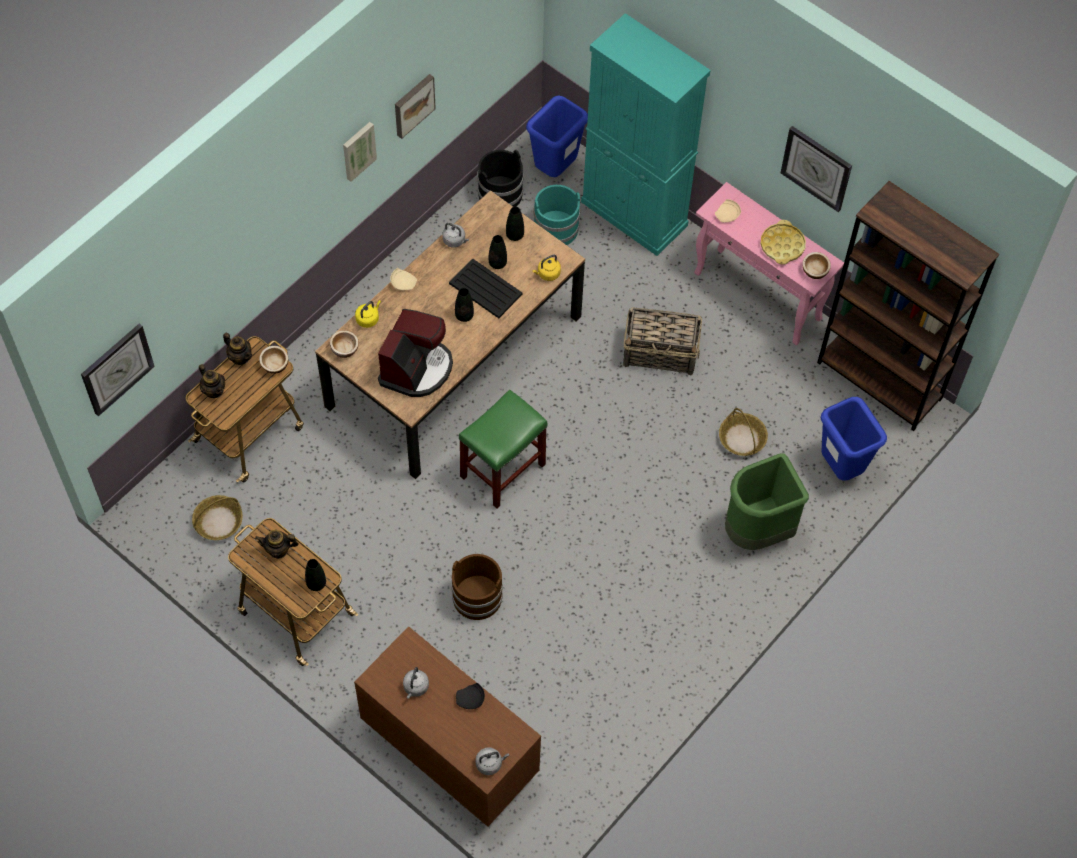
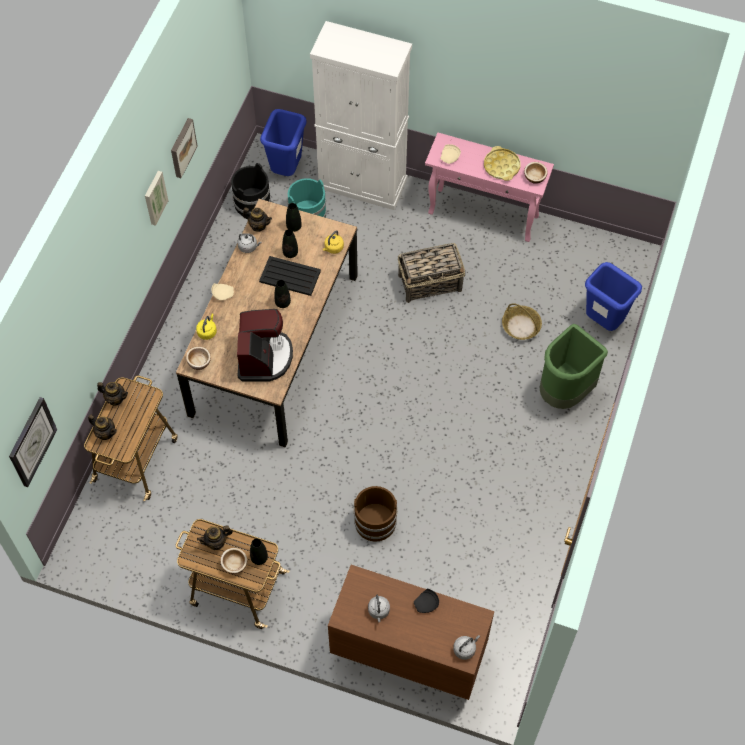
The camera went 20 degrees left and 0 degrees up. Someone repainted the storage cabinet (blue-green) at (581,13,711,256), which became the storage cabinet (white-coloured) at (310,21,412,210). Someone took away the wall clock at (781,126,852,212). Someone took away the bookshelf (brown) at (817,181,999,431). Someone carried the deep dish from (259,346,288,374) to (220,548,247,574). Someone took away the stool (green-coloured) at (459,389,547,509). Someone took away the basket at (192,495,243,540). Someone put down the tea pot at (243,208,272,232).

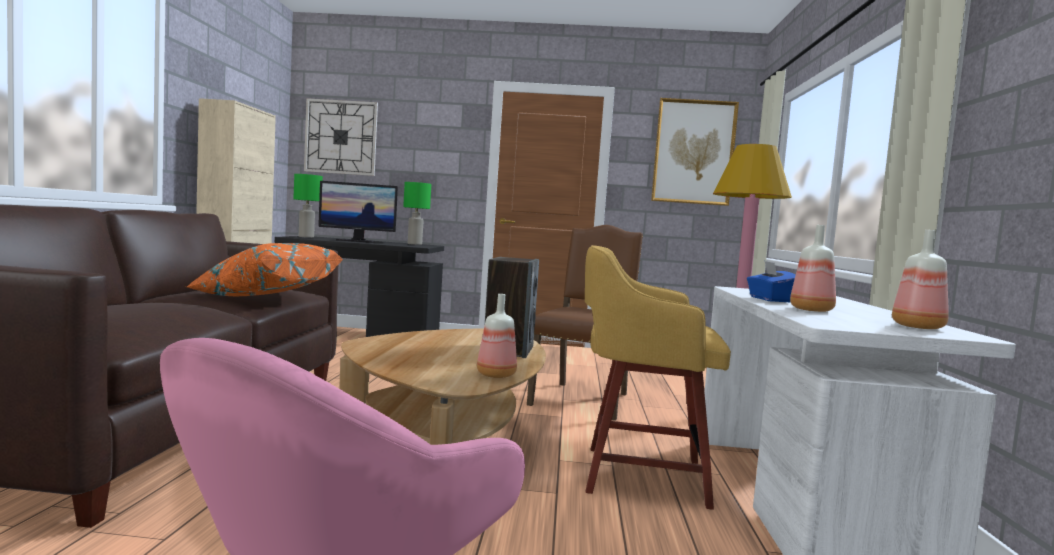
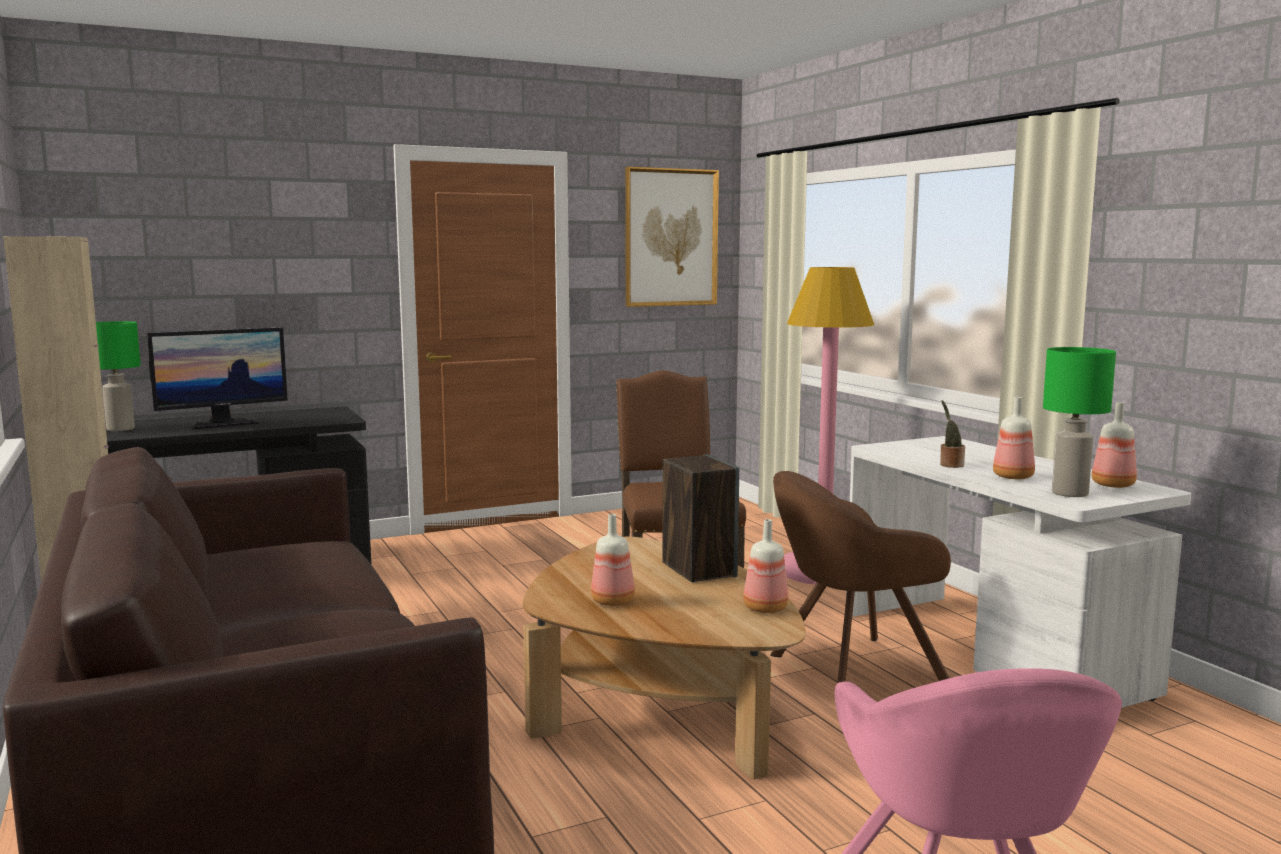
The camera went 30 degrees left and 5 degrees up. Someone took away the wall clock at (304,98,378,176). Someone carried the lamp for a table (green-coloured) from (403,182,431,245) to (1043,347,1116,497). Someone took away the cushion (orange-coloured) at (187,243,343,296). Someone swapped the stool (yellow-coloured) at (585,245,731,510) for the easy chair (brown) at (770,471,951,705). Someone swapped the box of tissues (blue) at (747,261,796,302) for the plant in a pot at (940,400,965,468). Someone put down the beverage bottle at (591,514,635,606).

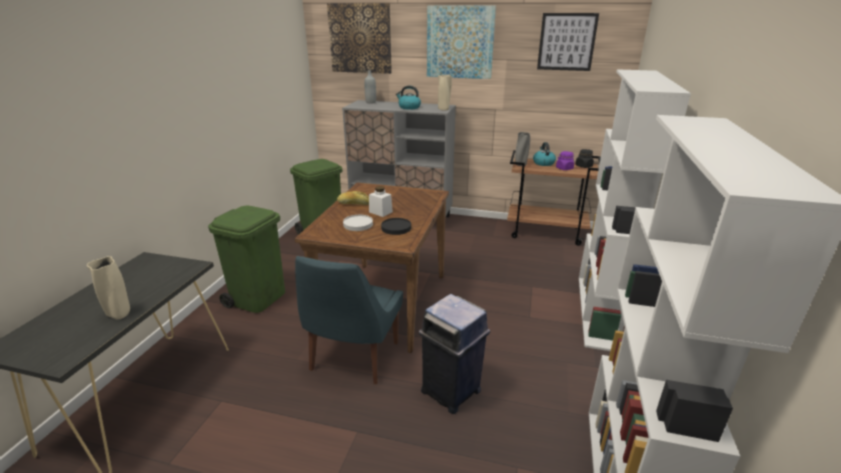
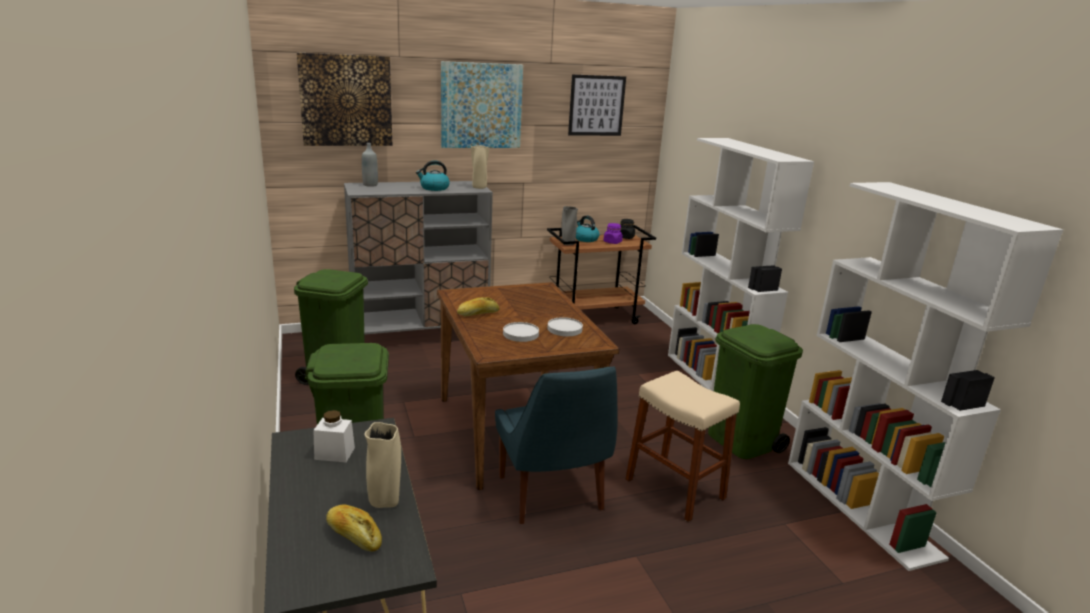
The camera went 35 degrees left and 5 degrees down. Someone carried the storage jar (white-coloured) from (369,186,393,217) to (313,410,355,462). Someone repainted the flat dish (black-coloured) at (381,218,411,235), which became the flat dish (white-coloured) at (548,317,583,336). Someone swapped the waste bin (blue) at (419,294,490,414) for the stool (beige-coloured) at (626,371,740,522). Someone put down the waste bin (green-coloured) at (708,324,803,459). Someone put down the bakery bread at (326,504,382,552).

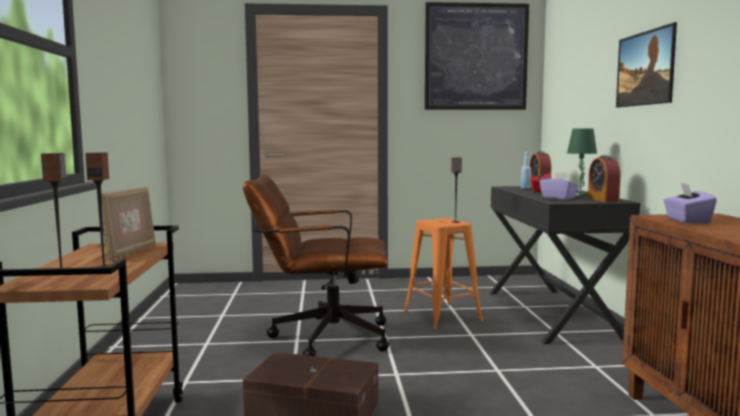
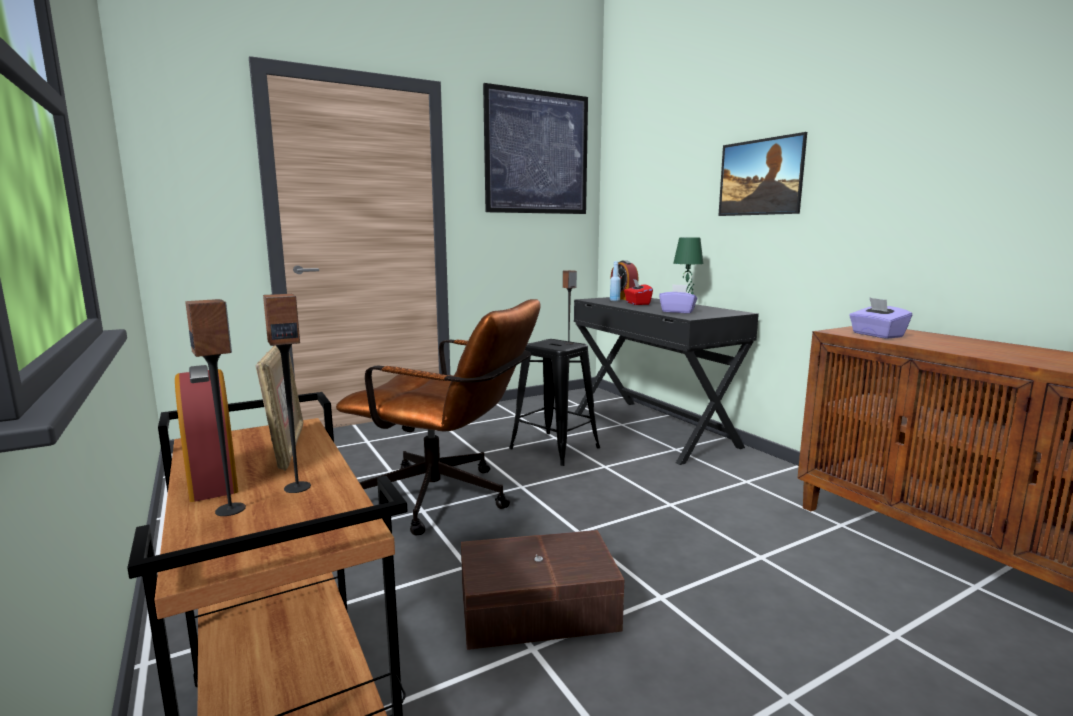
The camera went 25 degrees left and 5 degrees up. Someone carried the bedside clock from (588,155,621,202) to (175,365,238,502). Someone rotated the computer chair (brown) at (243,174,390,356) by 135 degrees counterclockwise. Someone repainted the stool (orange-coloured) at (404,218,483,329), which became the stool (black-coloured) at (509,339,600,466).

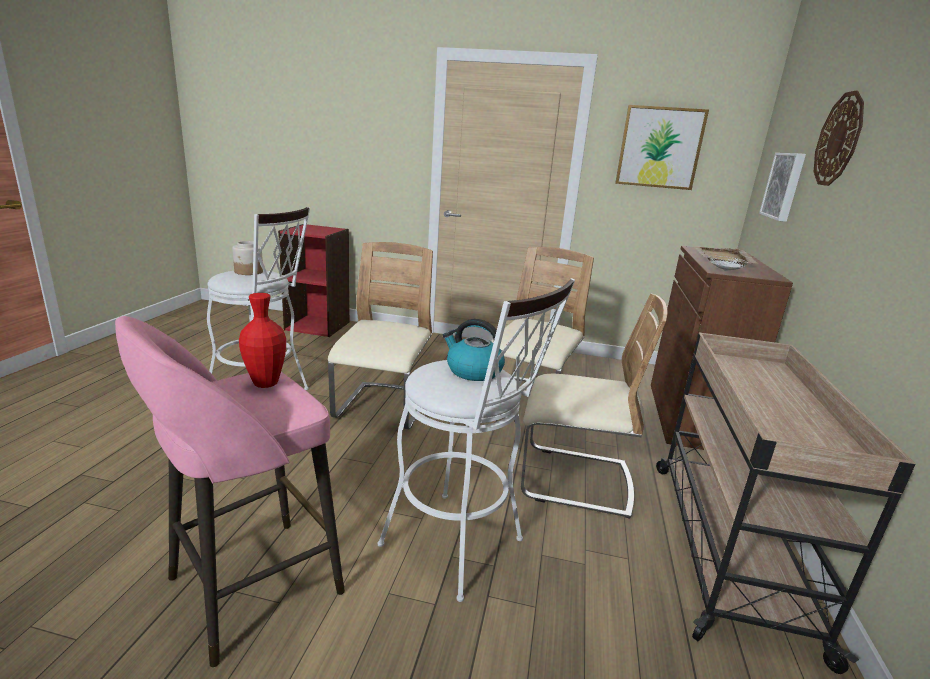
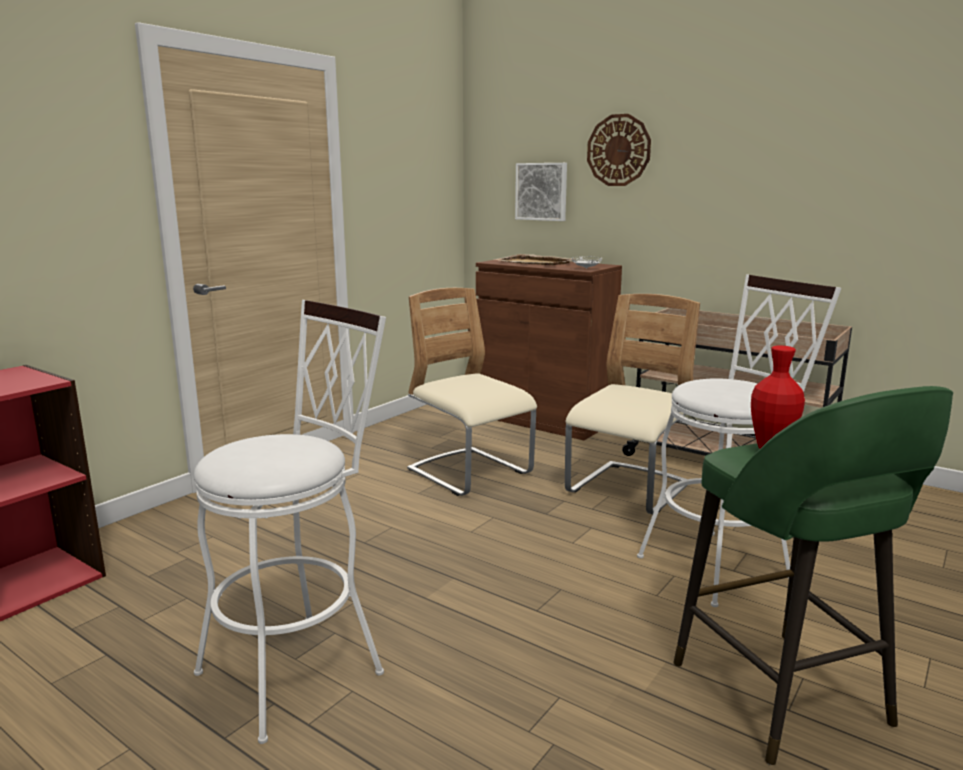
The camera went 65 degrees left and 5 degrees down. Someone took away the picture at (615,105,709,190). Someone took away the storage jar at (232,241,263,275). Someone took away the chair (beige-coloured) at (328,242,433,429). Someone repainted the stool (pinkish) at (115,316,345,667), which became the stool (green-coloured) at (674,386,953,765). Someone took away the tea kettle at (443,319,505,381).

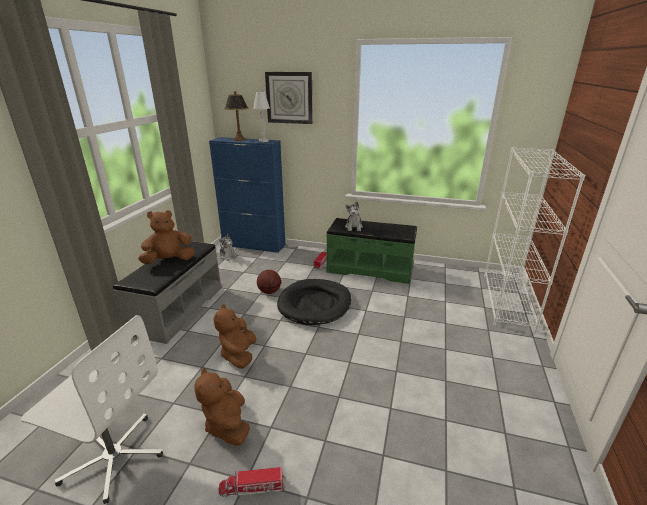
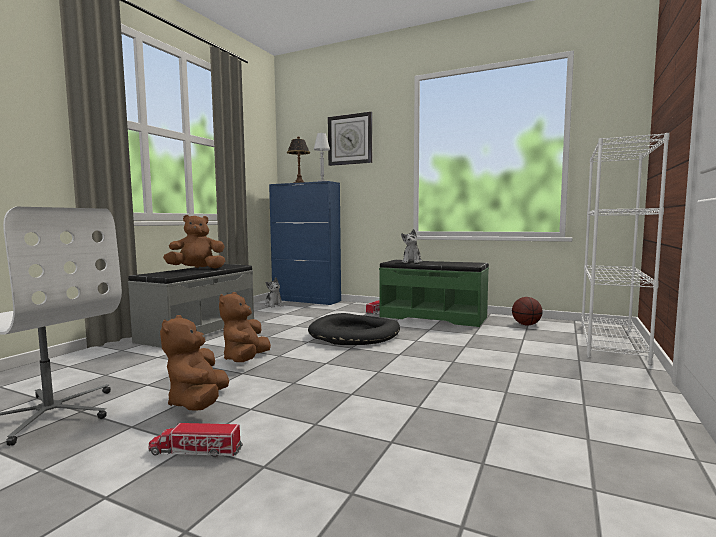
The camera went 10 degrees right and 20 degrees down. Someone carried the ball for basketball from (257,270,281,294) to (512,297,543,325).

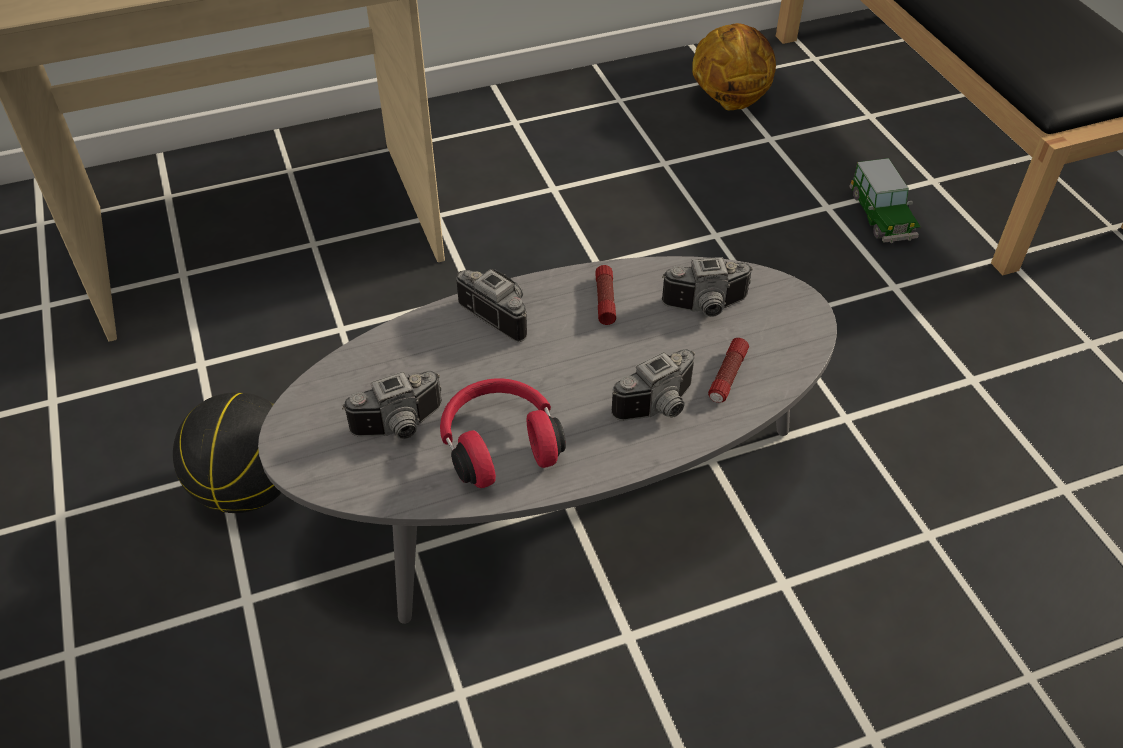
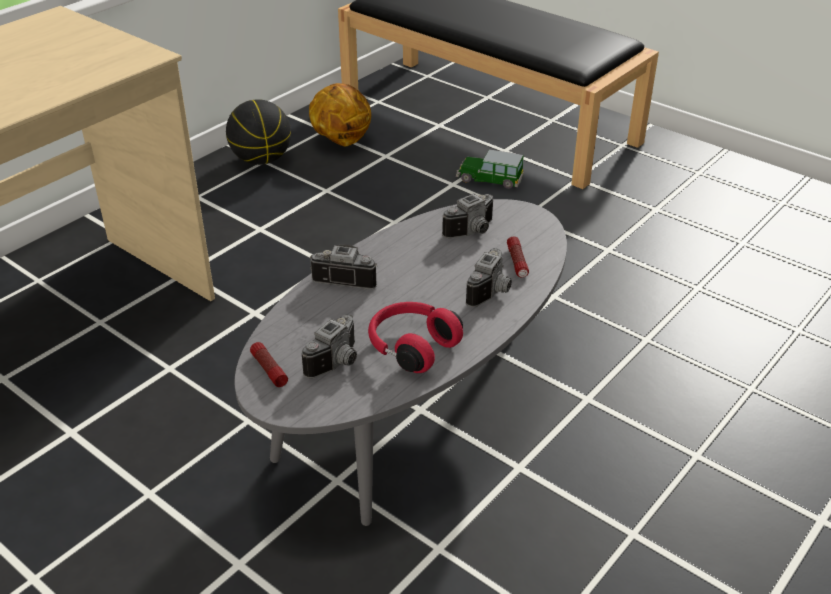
The camera went 30 degrees left and 10 degrees down. Someone rotated the toy car at (849,158,921,243) by 150 degrees clockwise. Someone carried the torch from (595,265,616,325) to (250,342,288,387). Someone carried the ball for basketball from (173,392,282,513) to (226,99,291,165).

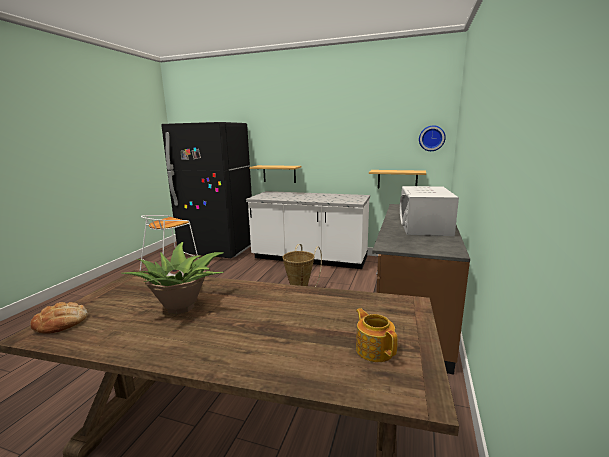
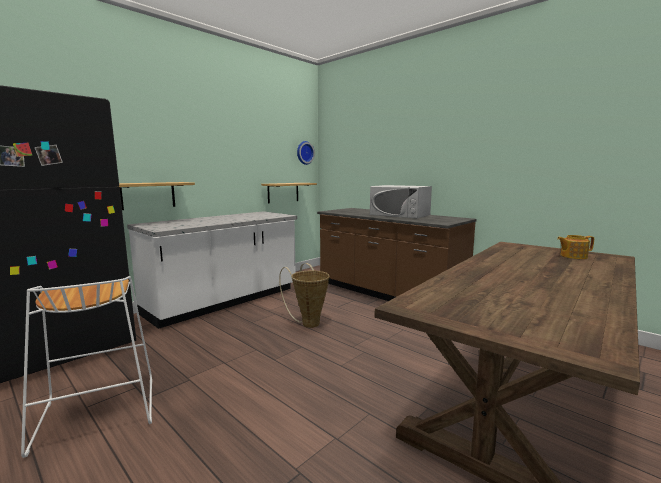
The camera went 65 degrees left and 5 degrees down. Someone took away the plant in a pot at (121,242,224,314). Someone took away the bakery bread at (30,302,88,334).

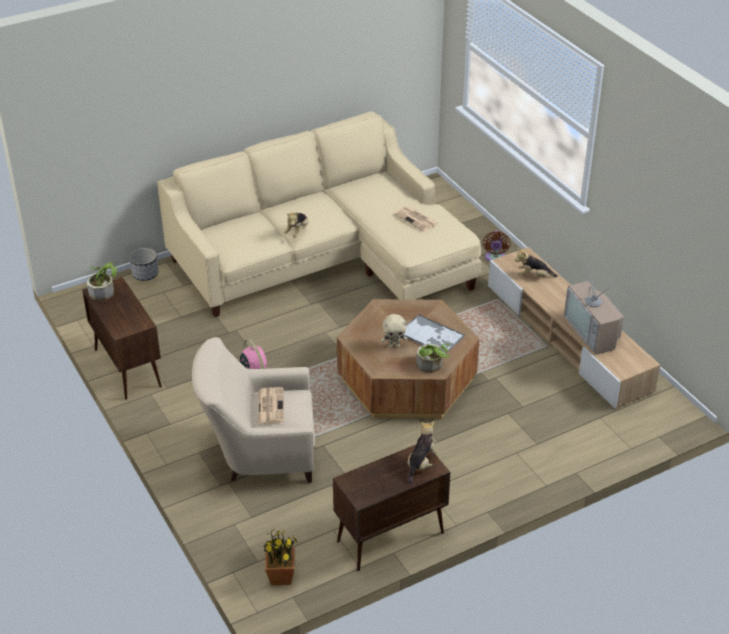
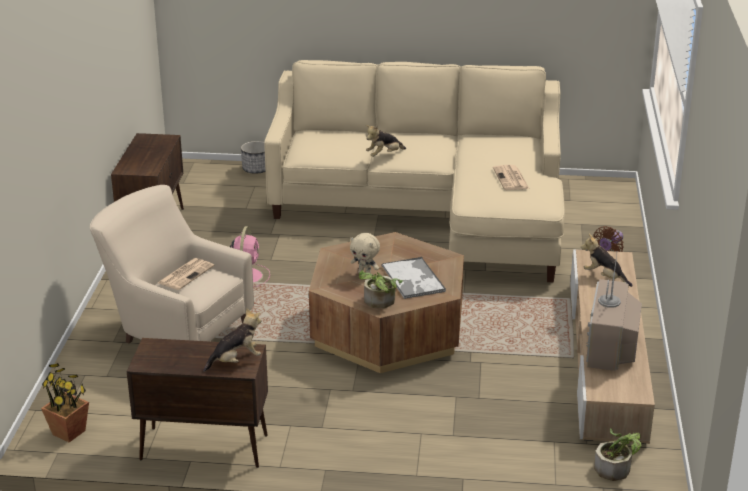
The camera went 35 degrees right and 10 degrees down. Someone carried the plant in a pot from (87,262,117,301) to (594,428,641,481).

